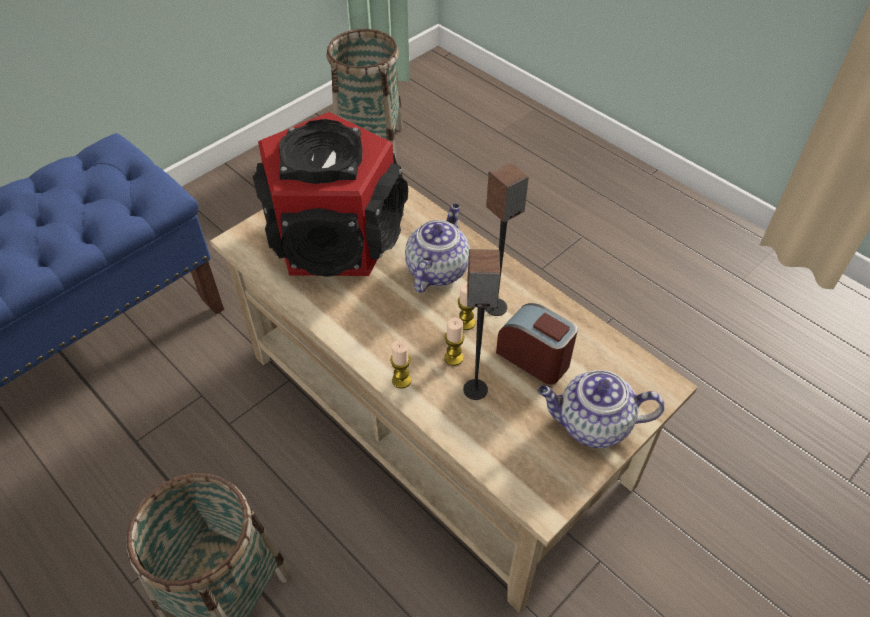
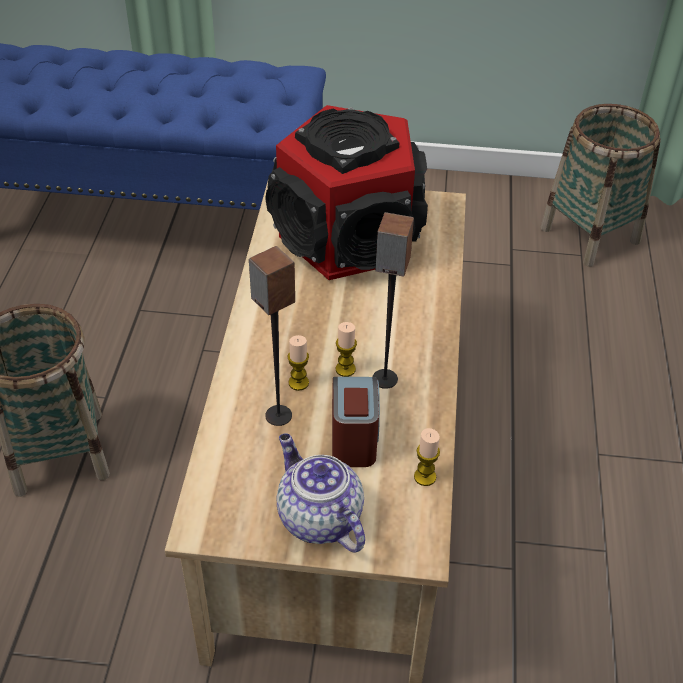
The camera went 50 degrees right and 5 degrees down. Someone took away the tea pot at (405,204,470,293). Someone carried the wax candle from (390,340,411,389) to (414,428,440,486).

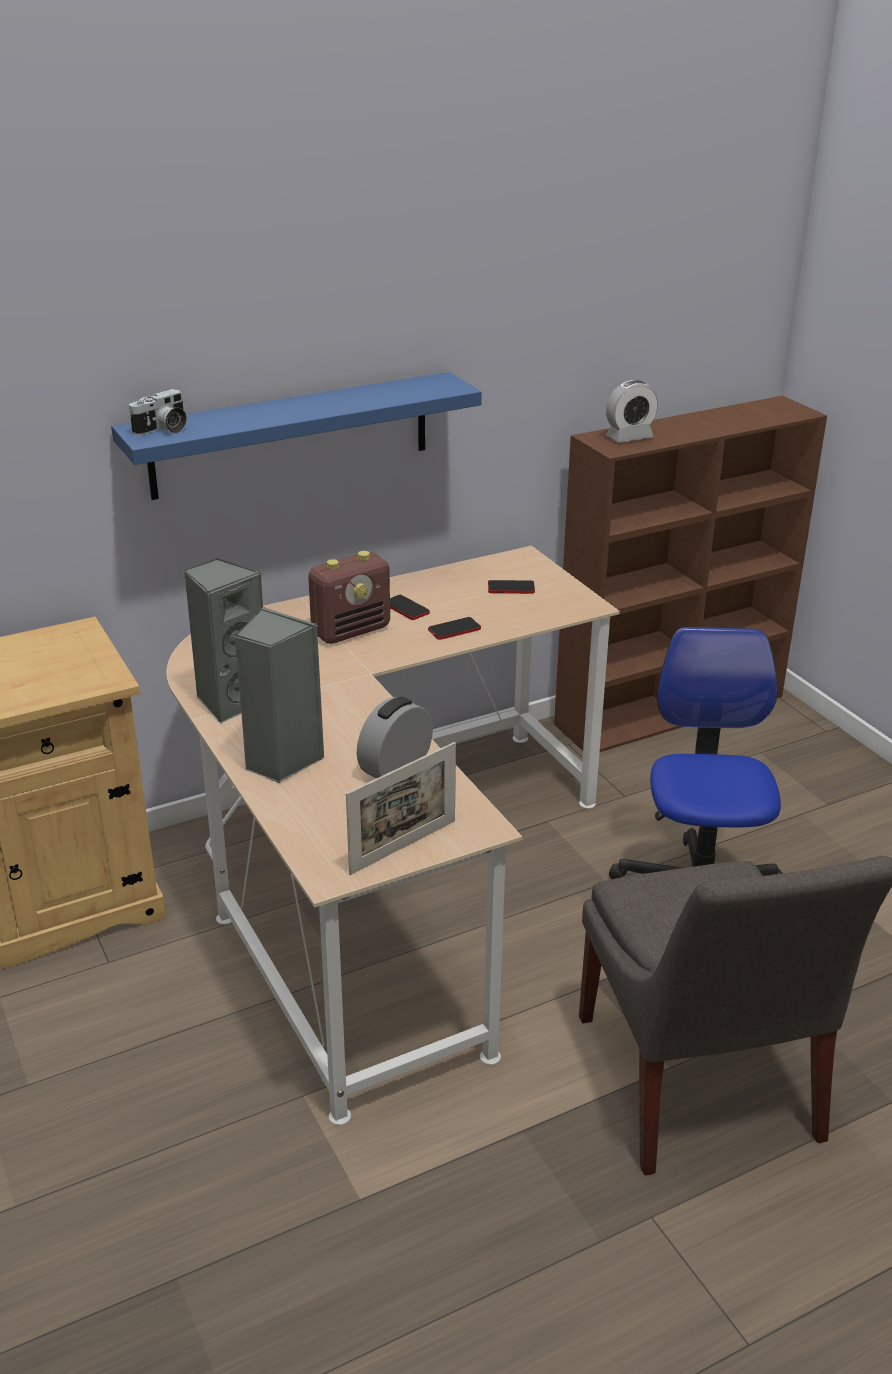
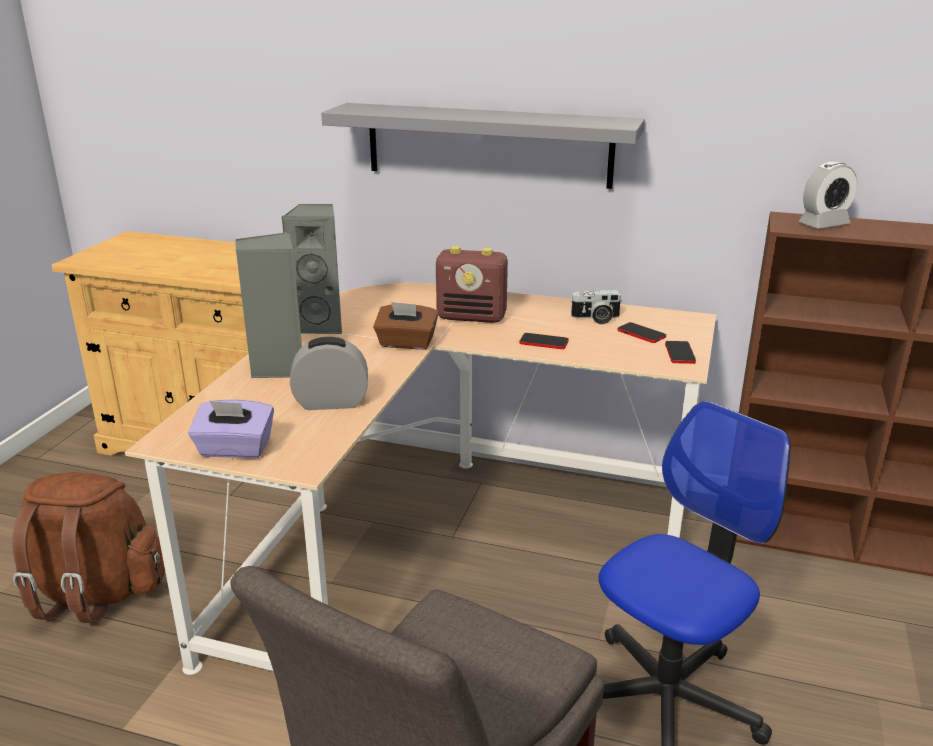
The camera went 45 degrees right and 5 degrees down. Someone repainted the bracket shelf (blue) at (111,372,482,500), which became the bracket shelf (grey) at (321,103,645,189). Someone rotated the bedside clock at (606,380,658,443) by 45 degrees counterclockwise. Someone carried the photo camera from (129,389,187,435) to (570,290,622,324). Someone carried the handset from (390,595,430,620) to (665,341,696,364). Someone swapped the photo frame at (346,742,456,875) for the box of tissues (purplish) at (188,399,274,458). Someone put down the box of tissues (brown) at (373,302,438,350). Someone put down the knapsack (brown) at (12,472,165,623).

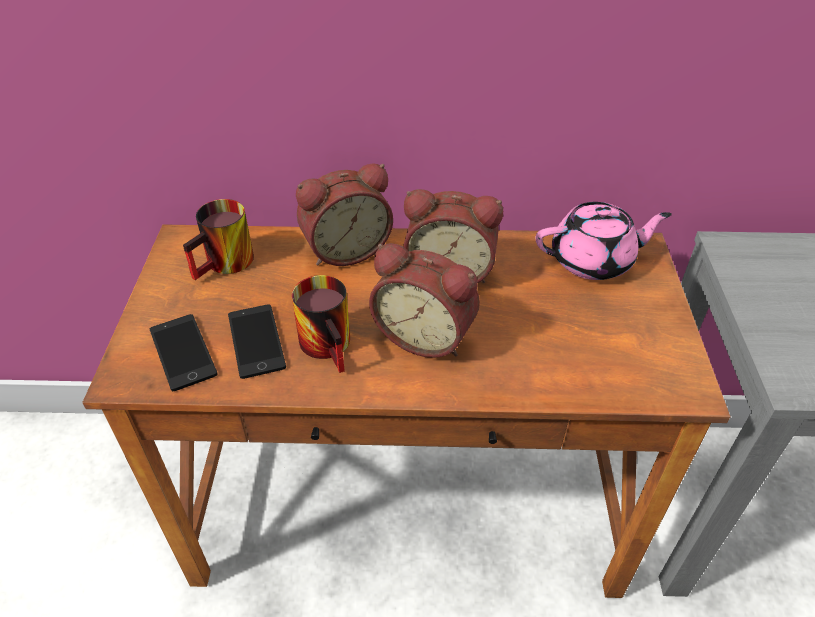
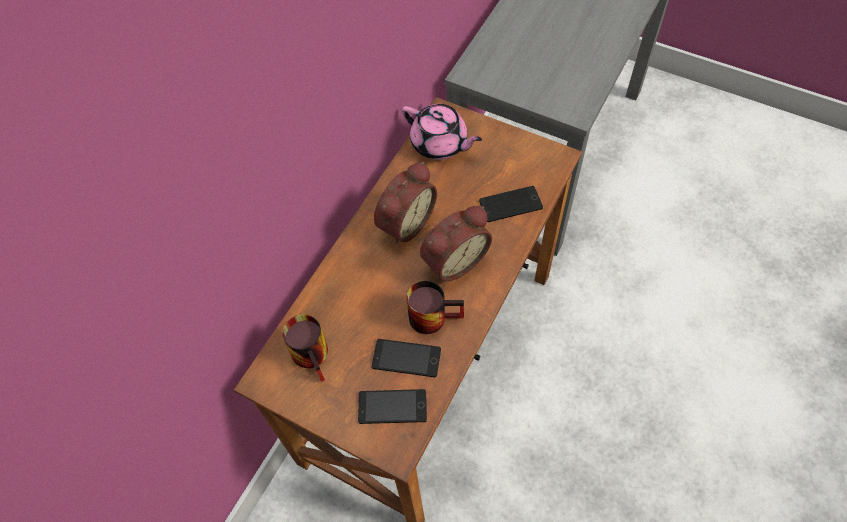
The camera went 60 degrees left and 15 degrees up. Someone took away the bedside clock at (296,163,393,266). Someone rotated the tea pot (pinkish) at (535,202,672,280) by 105 degrees clockwise. Someone put down the handset at (479,186,543,222).

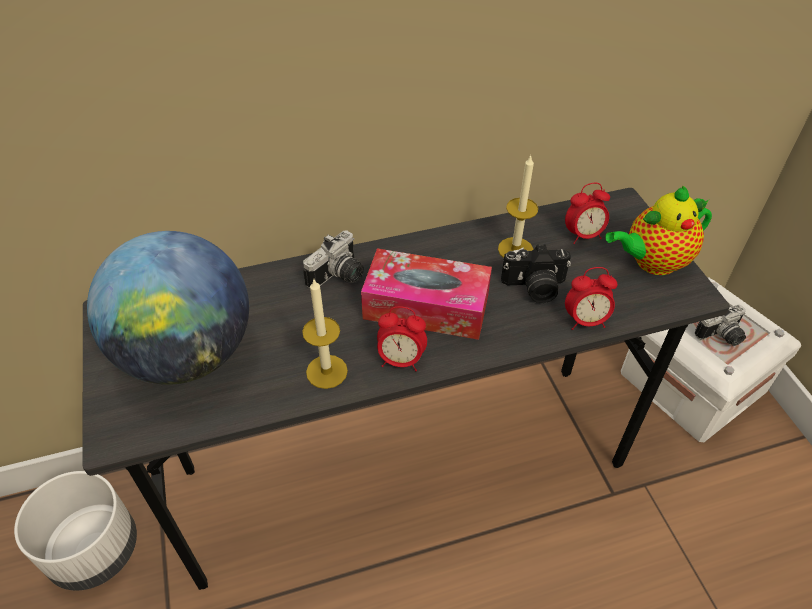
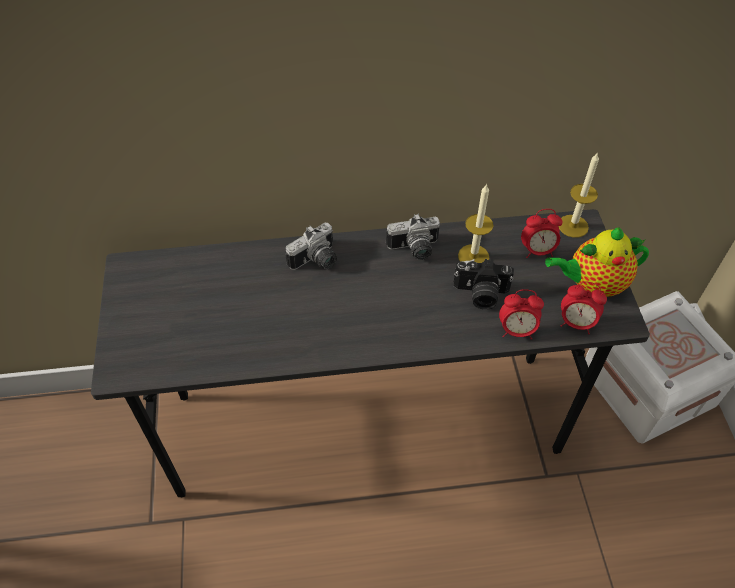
The camera went 10 degrees right and 5 degrees up. Someone took away the desk globe at (87,231,249,385). Someone took away the box of tissues at (361,249,492,340). Someone carried the wax candle from (302,279,348,389) to (558,152,599,238). Someone carried the photo camera from (695,304,746,346) to (386,213,440,260). Someone carried the bedside clock from (377,306,427,371) to (560,281,607,334). Someone took away the flower pot (white-coloured) at (14,471,137,591).

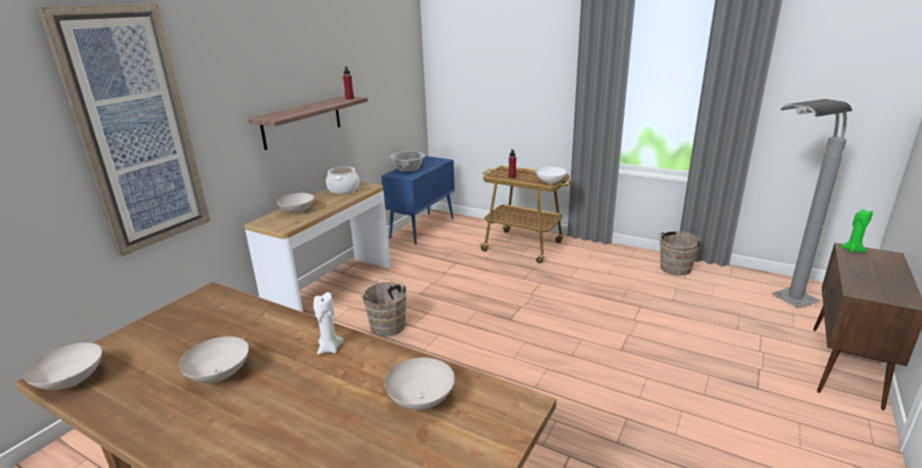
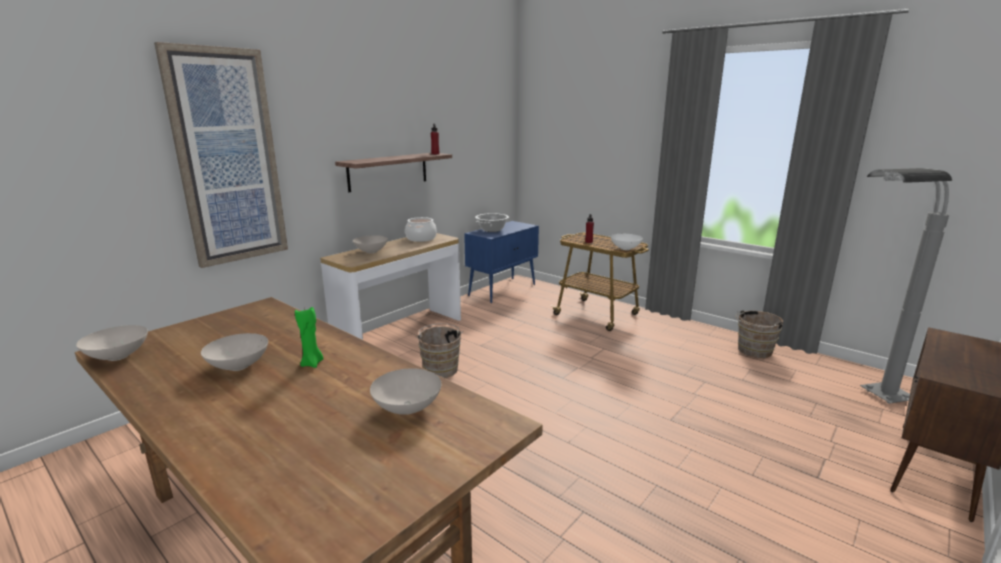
The camera went 10 degrees right and 5 degrees down. Someone carried the wax candle (green-coloured) from (841,209,873,253) to (295,307,324,368). Someone took away the wax candle (white-coloured) at (314,292,344,354).

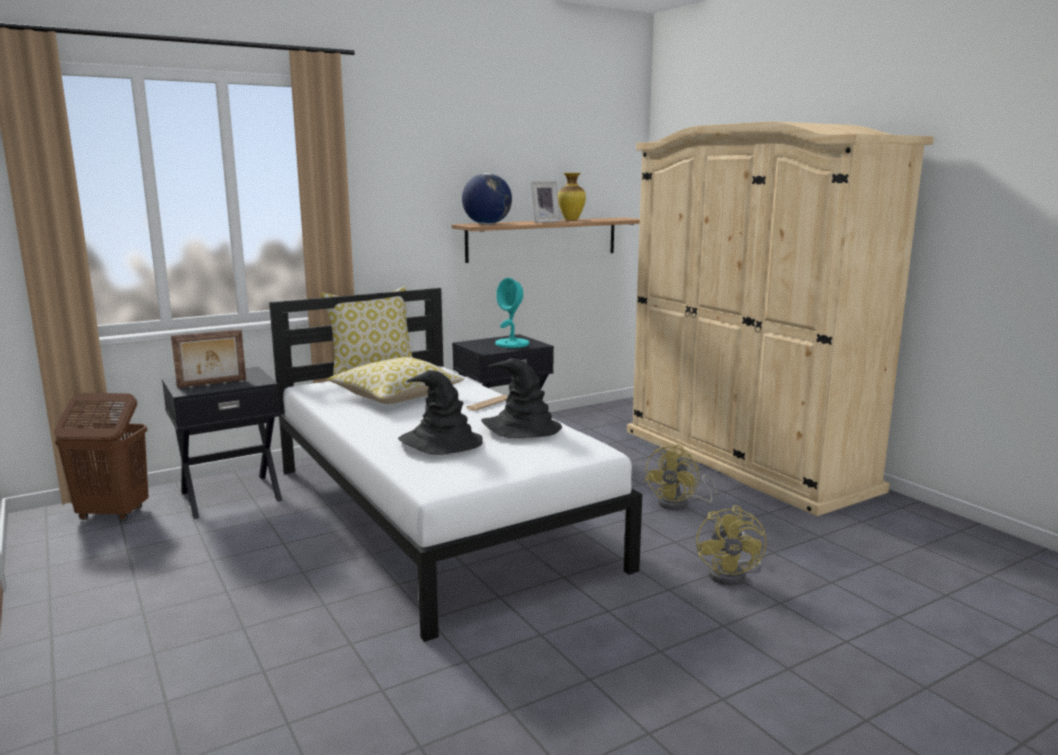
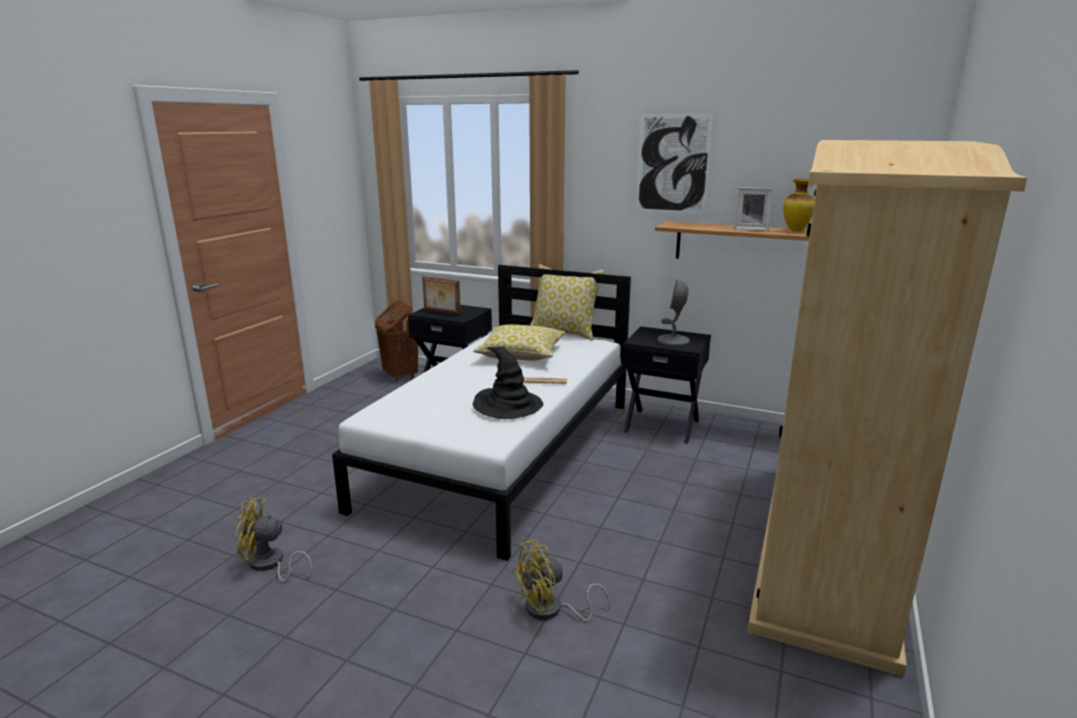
The camera went 55 degrees right and 5 degrees up. Someone took away the desk globe at (462,173,512,225). Someone repainted the lamp for a table (blue-green) at (495,278,529,348), which became the lamp for a table (grey) at (657,279,690,346). Someone took away the hat (black-coloured) at (398,370,483,455). Someone carried the electric fan (yellow-coloured) from (644,445,716,510) to (235,498,312,582). Someone put up the picture at (636,114,713,214).

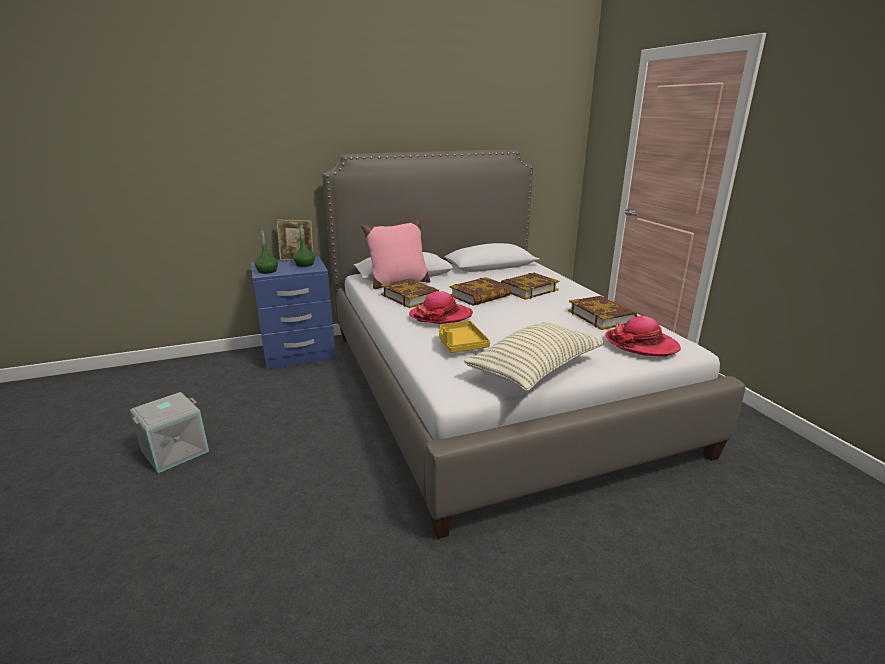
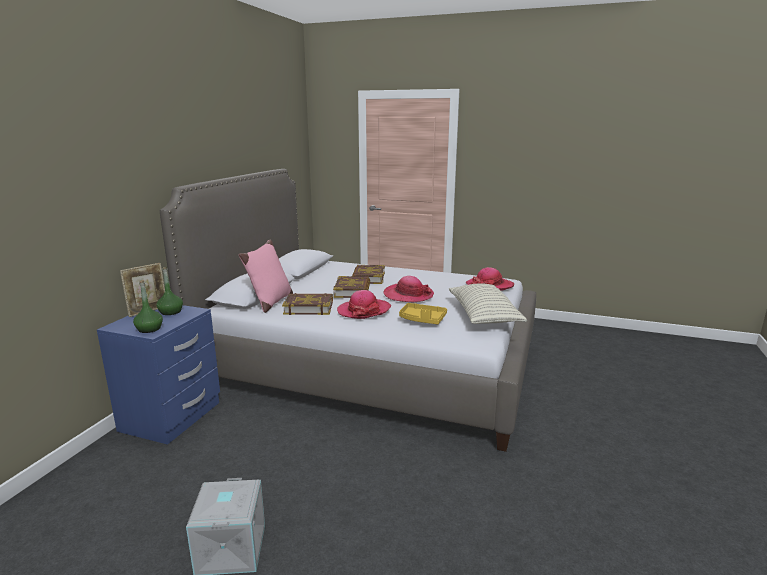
The camera went 50 degrees left and 5 degrees down. Someone took away the volume at (568,296,637,330). Someone put down the hat at (383,276,434,302).

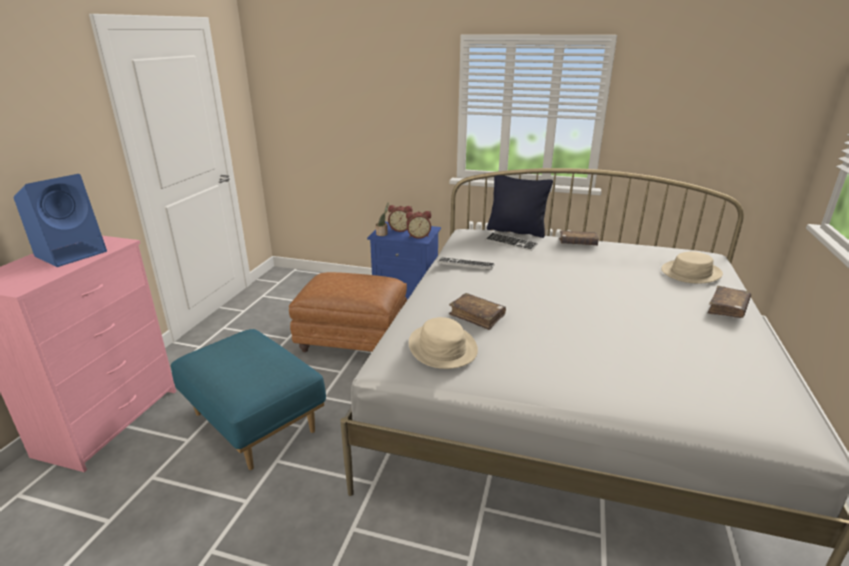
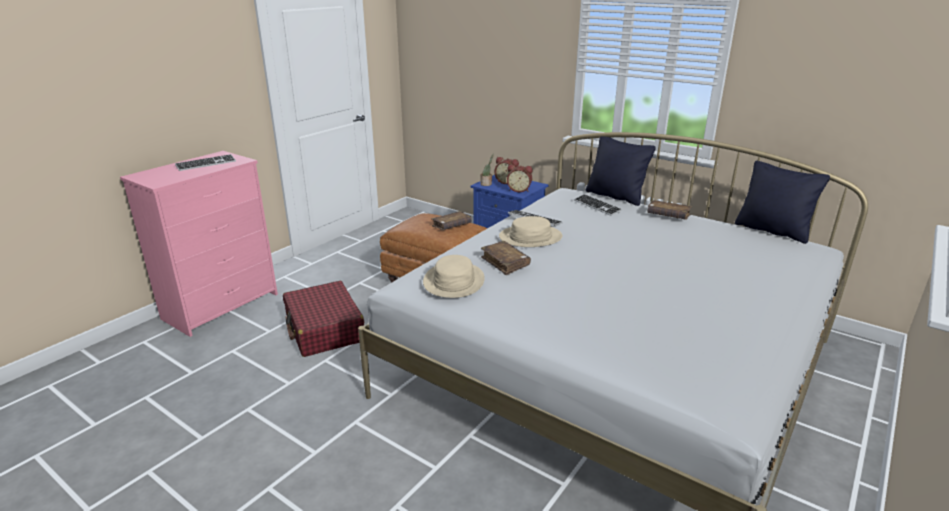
The camera went 20 degrees right and 0 degrees up. Someone swapped the loudspeaker (blue) at (14,174,107,267) for the PC keyboard at (175,154,236,171). Someone carried the hat (beige-coloured) from (661,251,723,283) to (499,216,562,247). Someone carried the volume (brown) from (708,286,751,318) to (431,211,472,230). Someone swapped the ottoman (blue) at (171,329,326,470) for the suitcase (red) at (283,281,365,357). Someone put down the cushion (black-coloured) at (735,161,830,244).

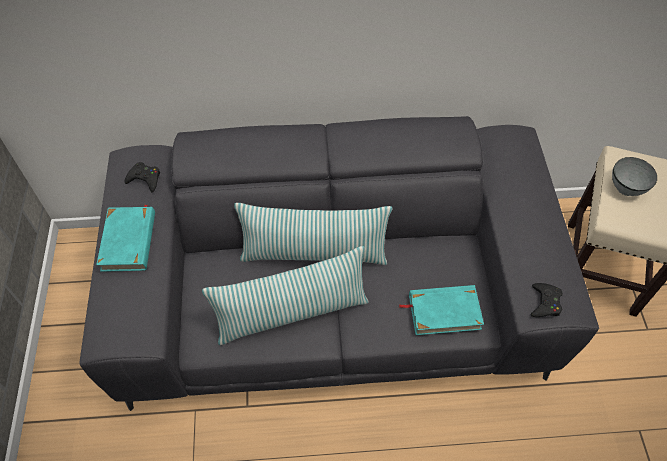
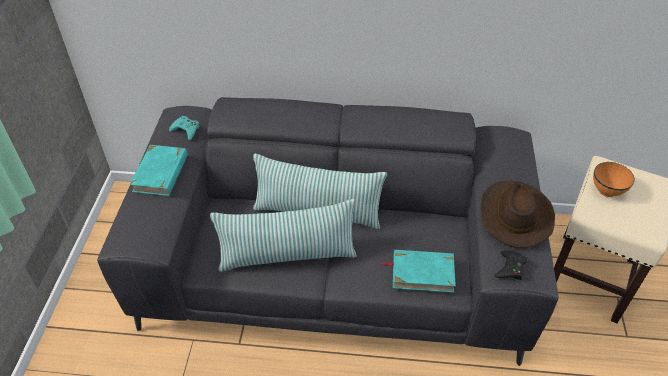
The camera went 10 degrees right and 10 degrees down. Someone repainted the deep dish (grey) at (612,157,657,196), which became the deep dish (orange-coloured) at (593,162,635,197). Someone repainted the gamepad (black-coloured) at (124,162,160,192), which became the gamepad (blue-green) at (169,116,200,140). Someone put down the hat (brown) at (481,181,555,248).

